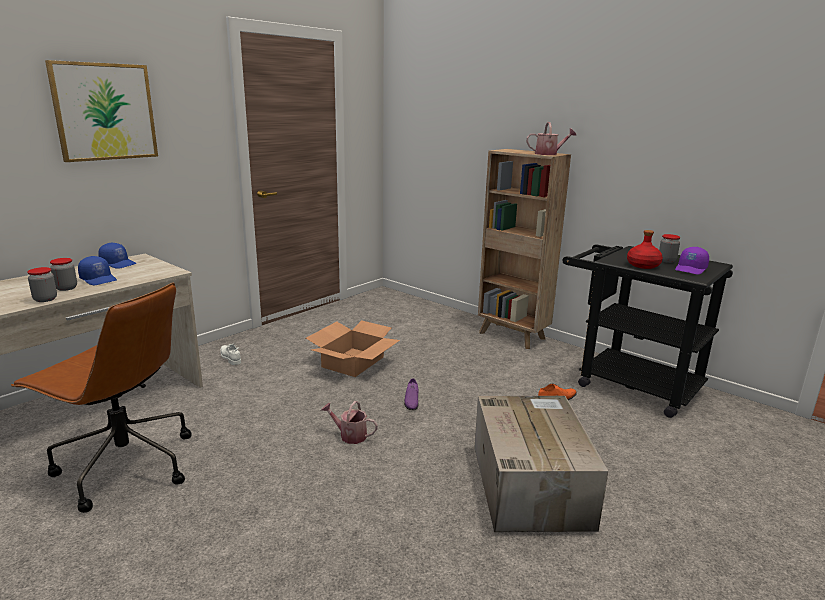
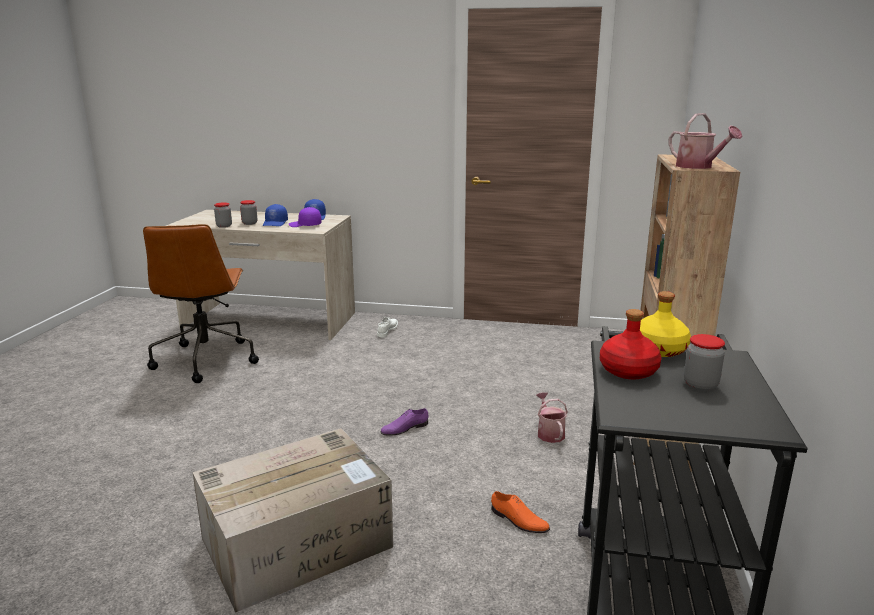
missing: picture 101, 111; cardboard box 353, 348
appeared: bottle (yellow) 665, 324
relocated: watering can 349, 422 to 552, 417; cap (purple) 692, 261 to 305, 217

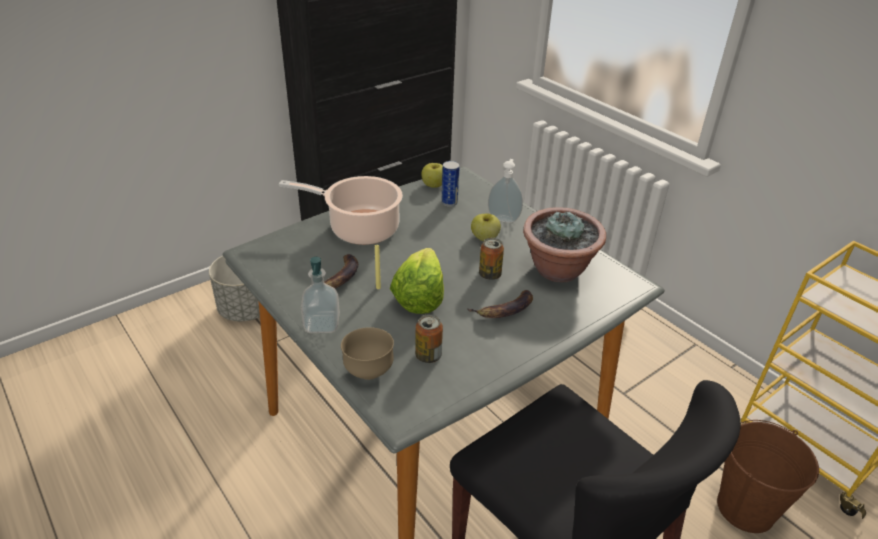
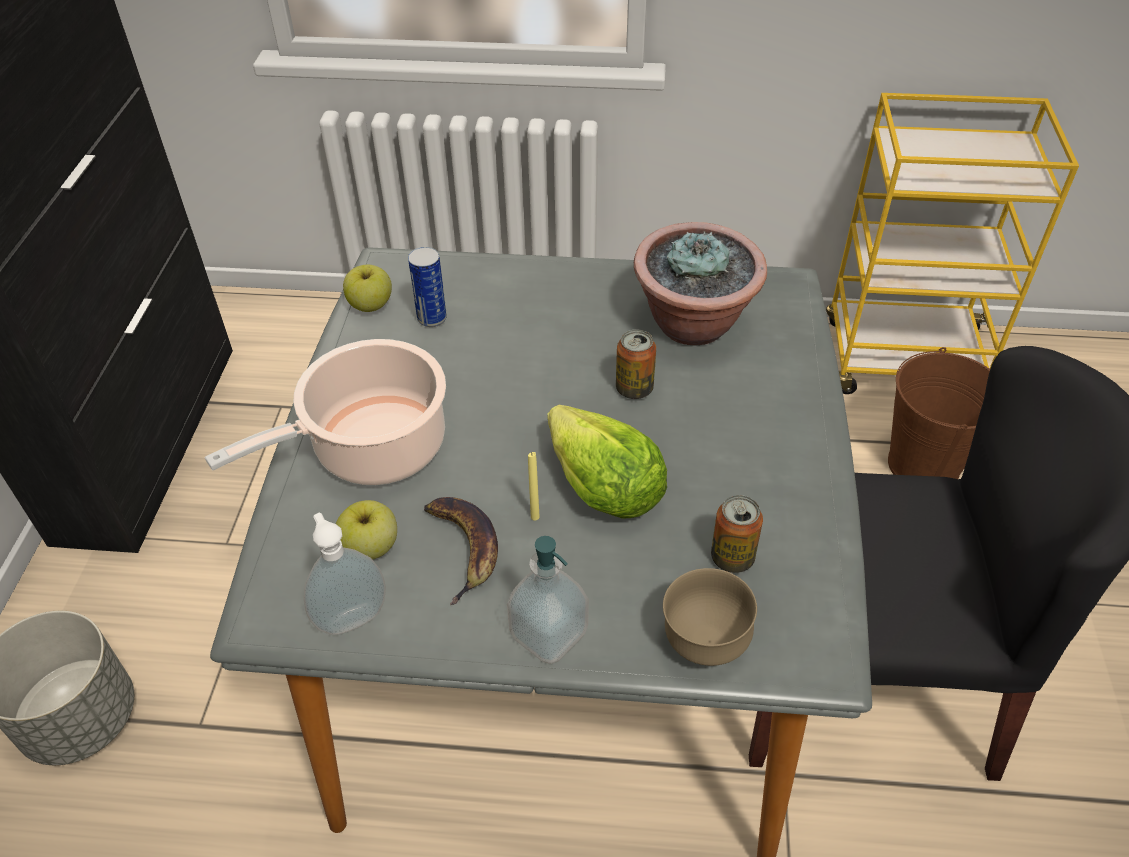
missing: banana 500, 304
relocated: apple 486, 227 to 366, 530; soap dispenser 505, 191 to 345, 573

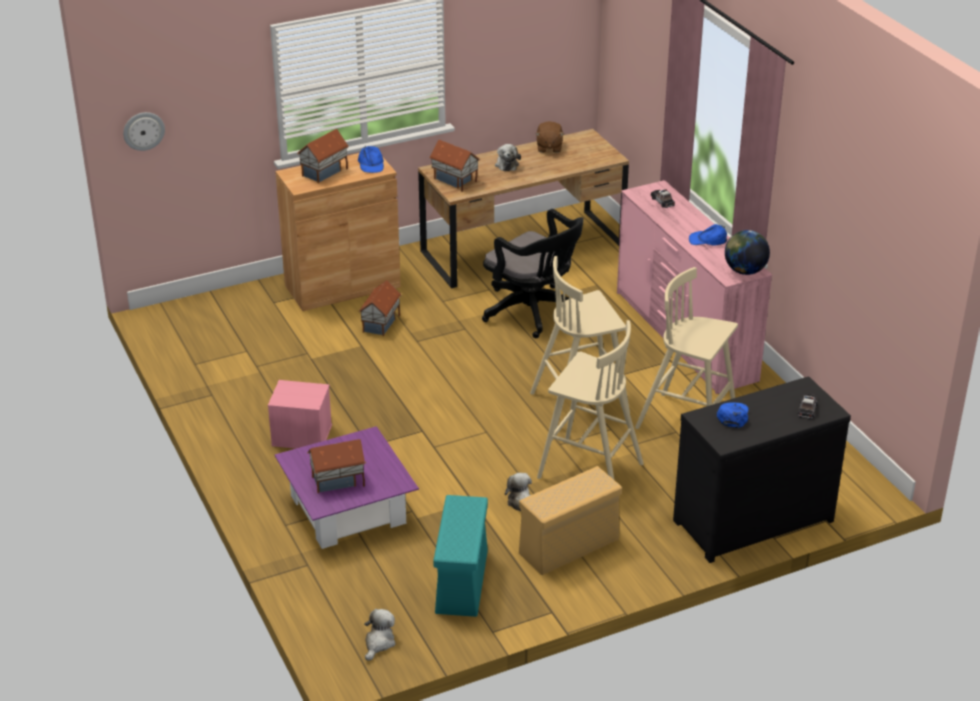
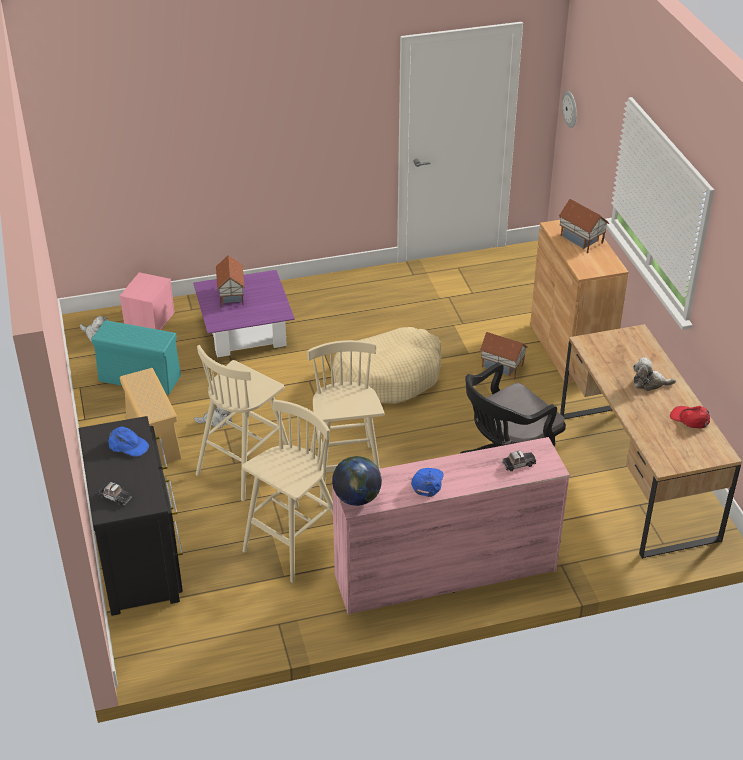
missing: cap (blue) 371, 159; toy house 454, 166
appeared: dog bed (beige) 387, 365
relocated: storage box (pink) 300, 414 to 147, 301
exchanged: plush toy (brown) 549, 137 to cap (red) 690, 417

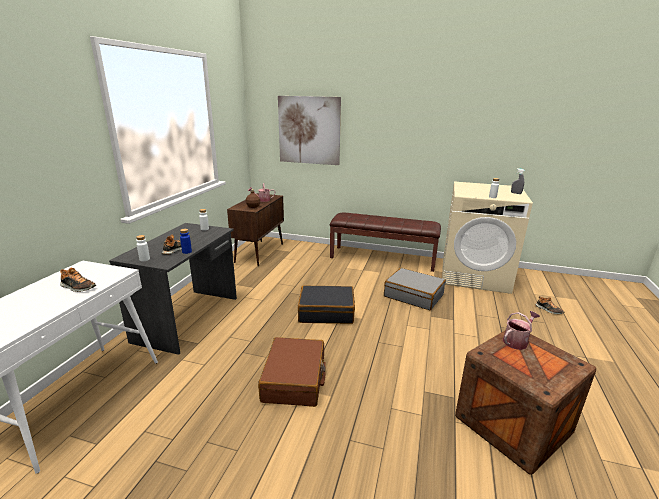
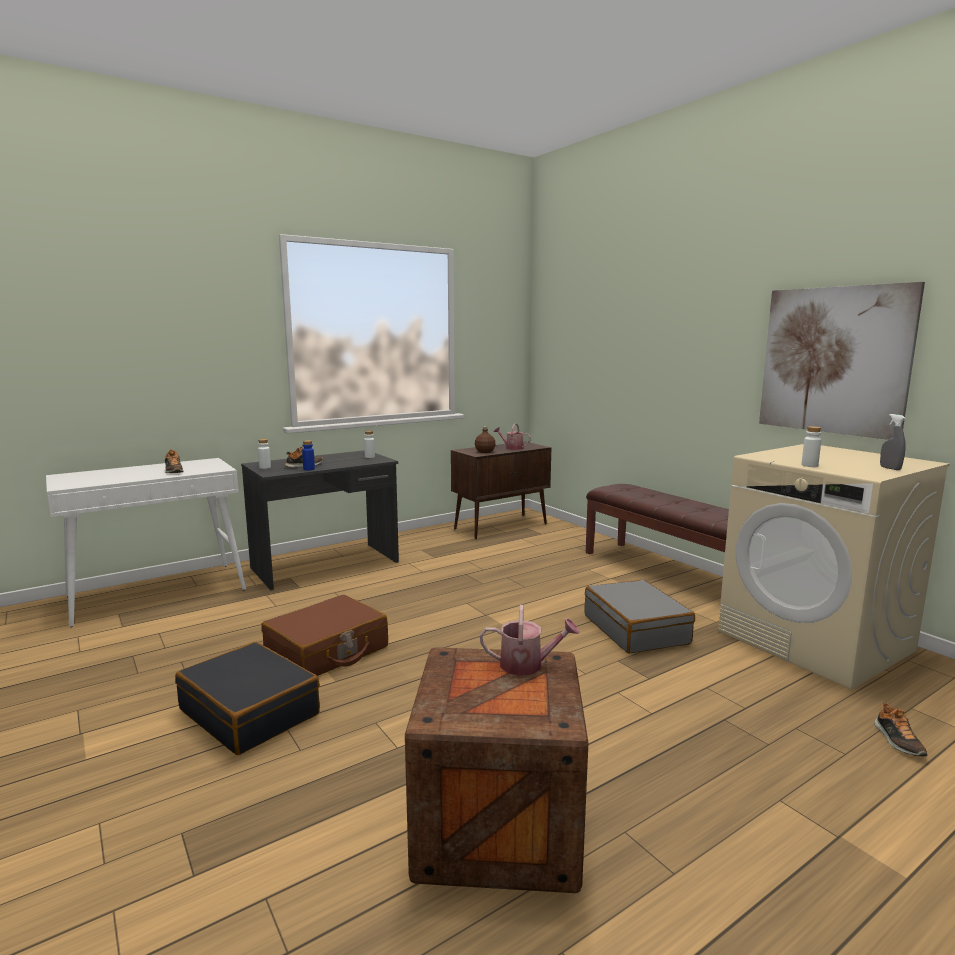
relocated: picture 309, 130 to 842, 361; suitcase (black) 326, 304 to 247, 698

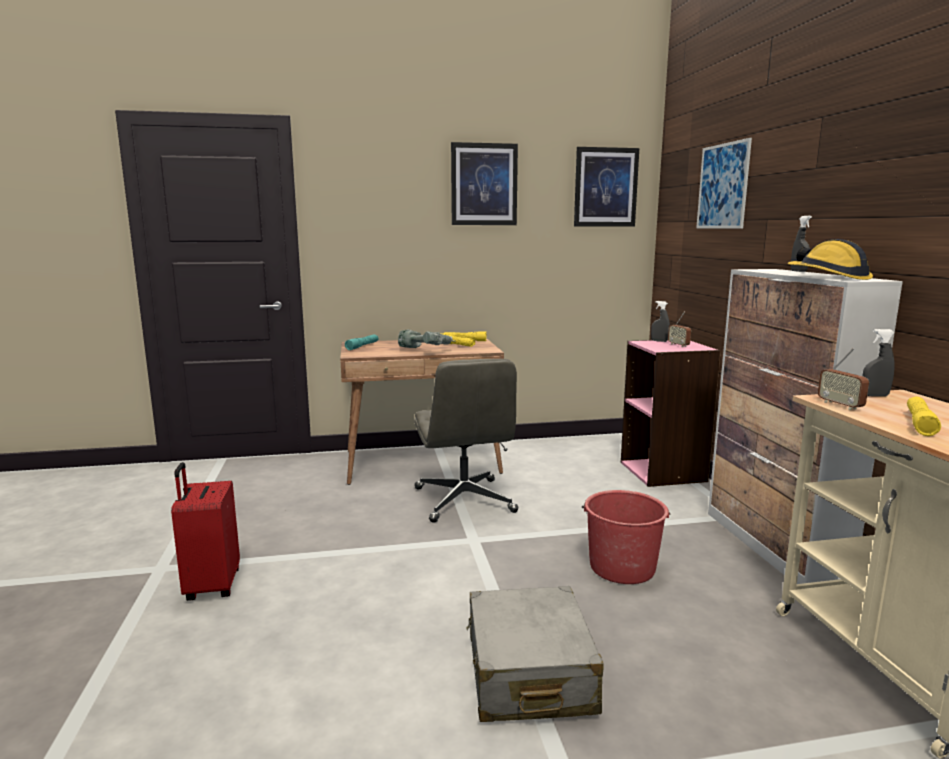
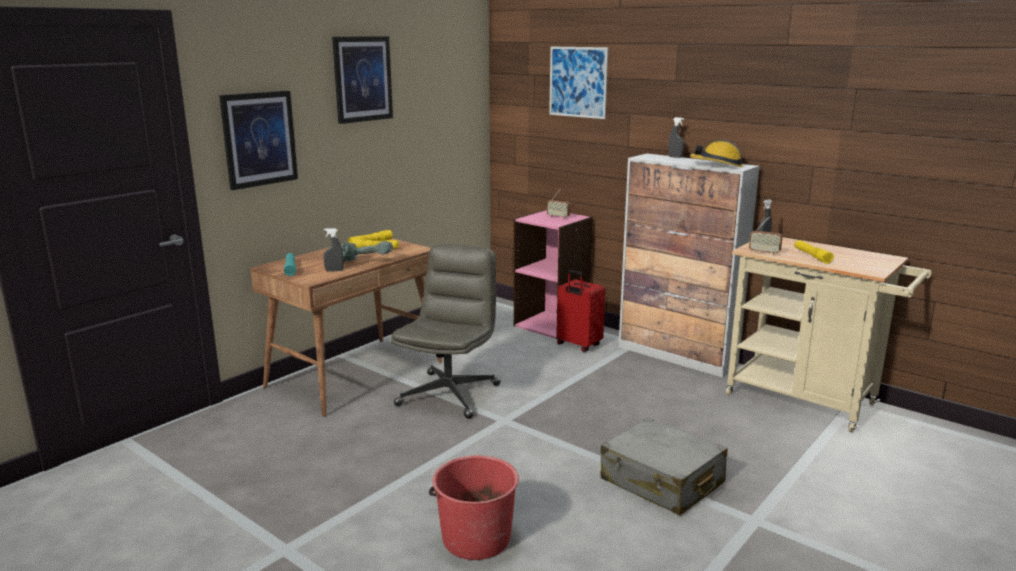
relocated: suitcase (red) 205, 531 to 581, 311; picture 606, 187 to 258, 140; bucket (red) 626, 537 to 474, 507; spray bottle (grey) 660, 321 to 333, 250
spun: office chair (grey) 466, 441 = 446, 331 105 degrees counterclockwise

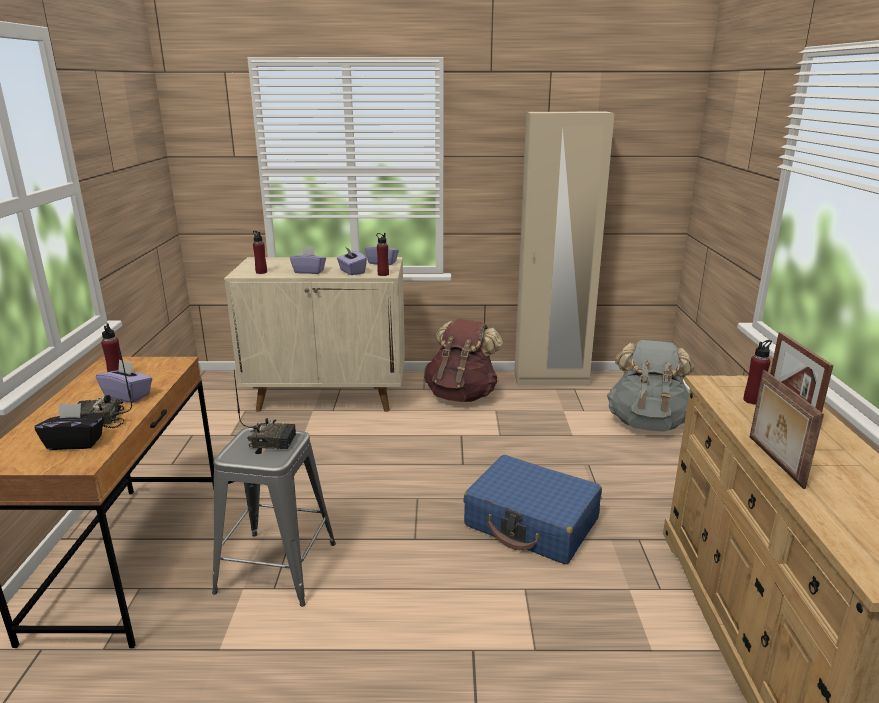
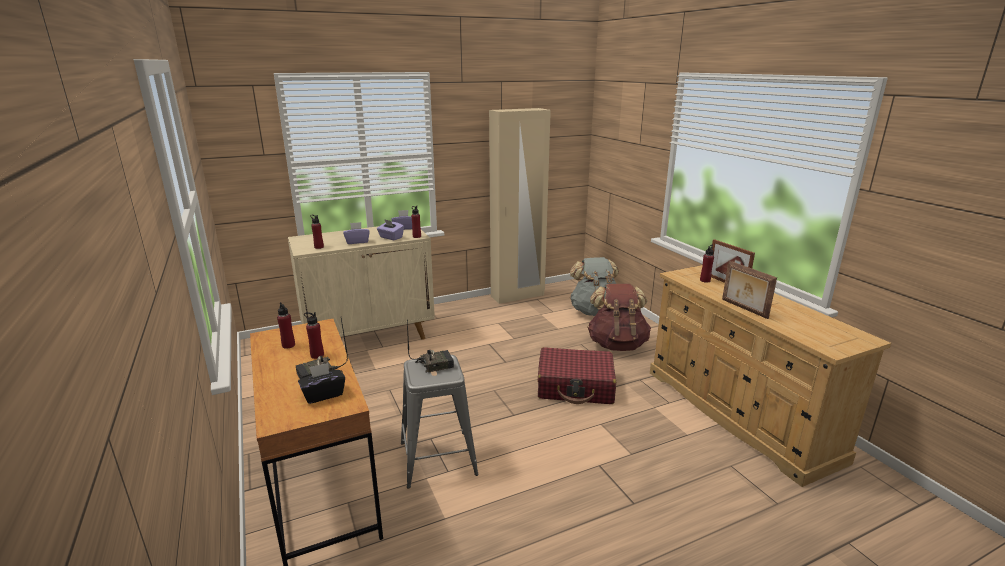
relocated: backpack (brown) 463, 360 to 619, 317
exchanged: tissue box (purple) 124, 381 to bottle (red) 314, 335
colour: suitcase (blue) 532, 509 to suitcase (red) 577, 375

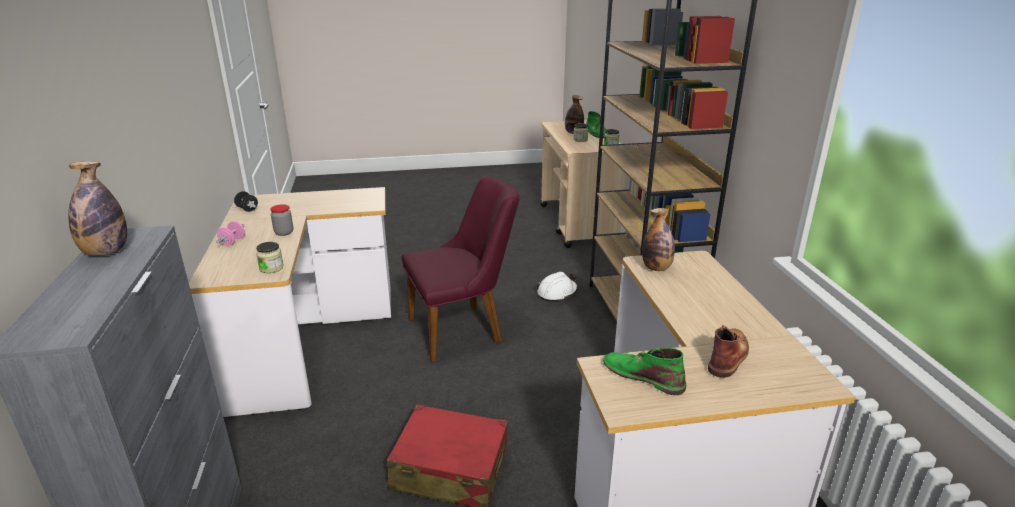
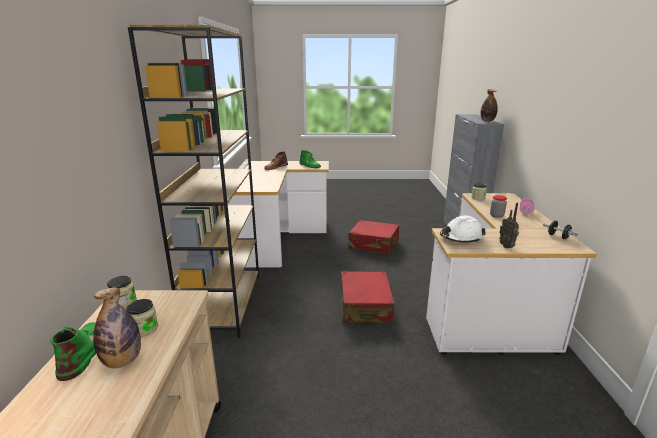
missing: bottle 658, 239
appeared: radio 509, 225
relocated: hard hat (white) 557, 286 to 463, 229
exchanged: chair (purple) 460, 269 to suitcase (red) 368, 297

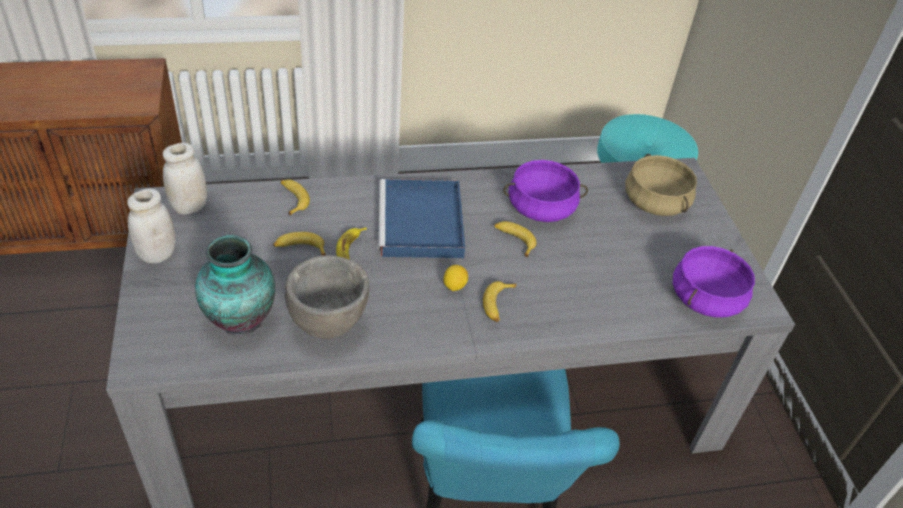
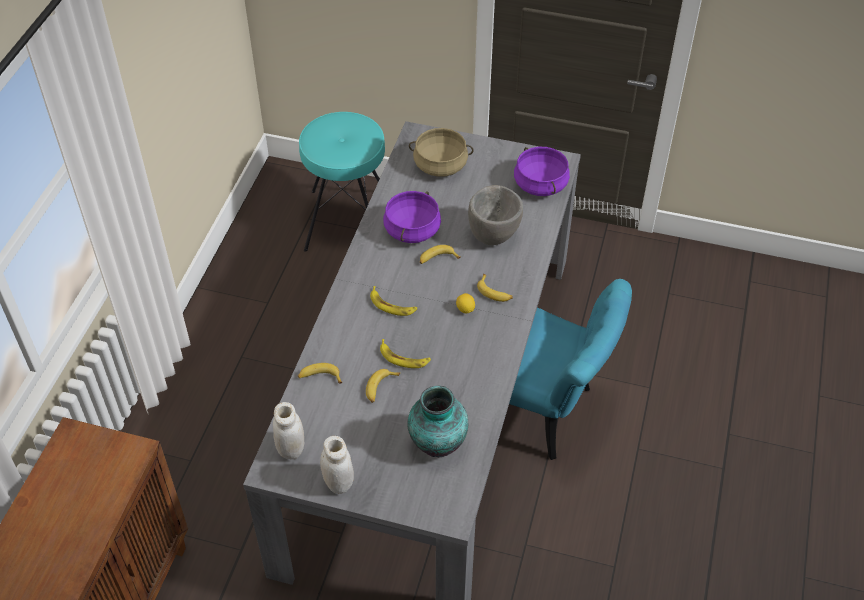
relocated: bowl (grey) 327, 297 to 495, 215
exchanged: tray (blue) 421, 218 to banana 393, 301

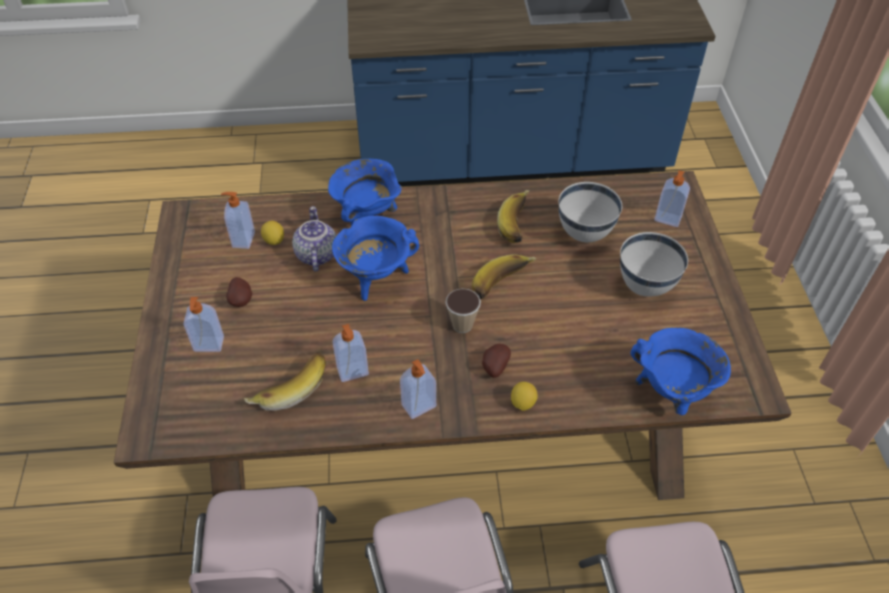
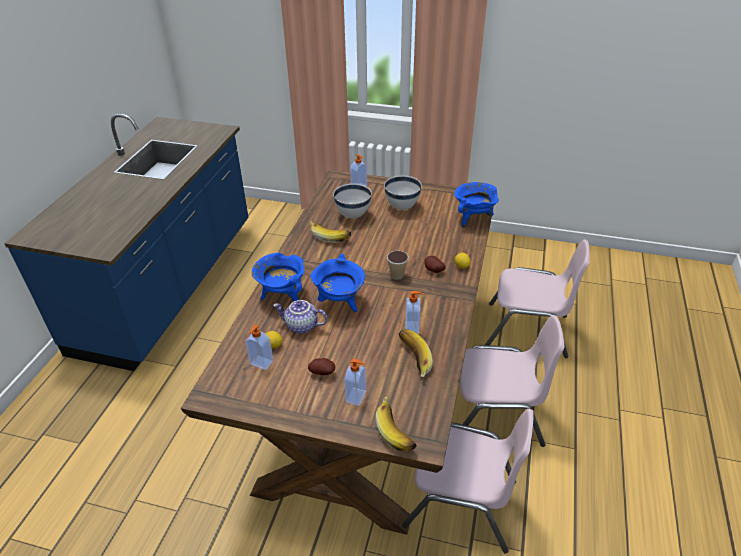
missing: soap dispenser 418, 389
relocated: banana 504, 276 to 396, 423

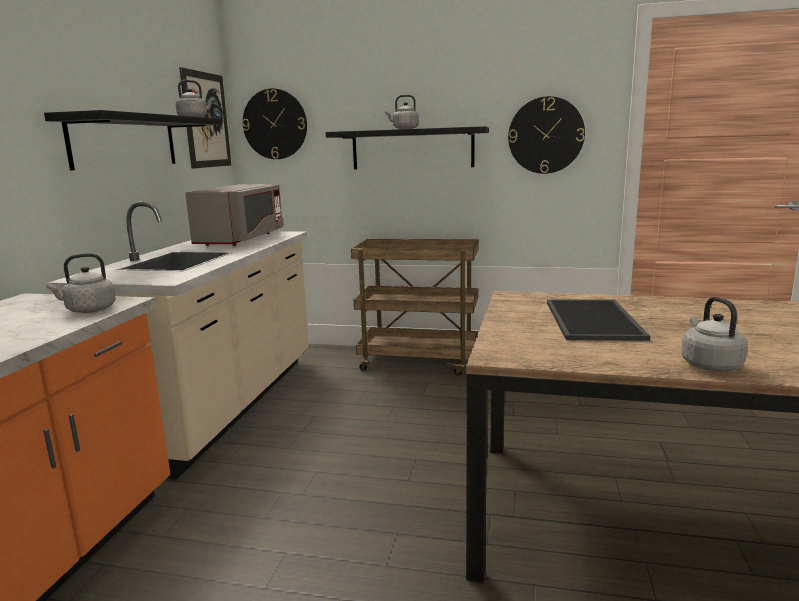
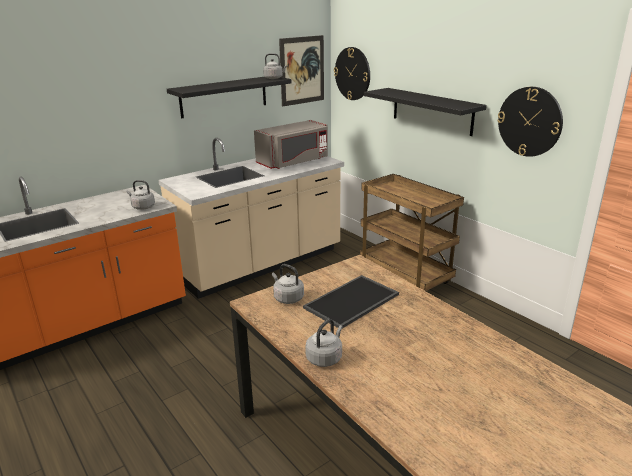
relocated: kettle (grey) 402, 112 to 288, 284

